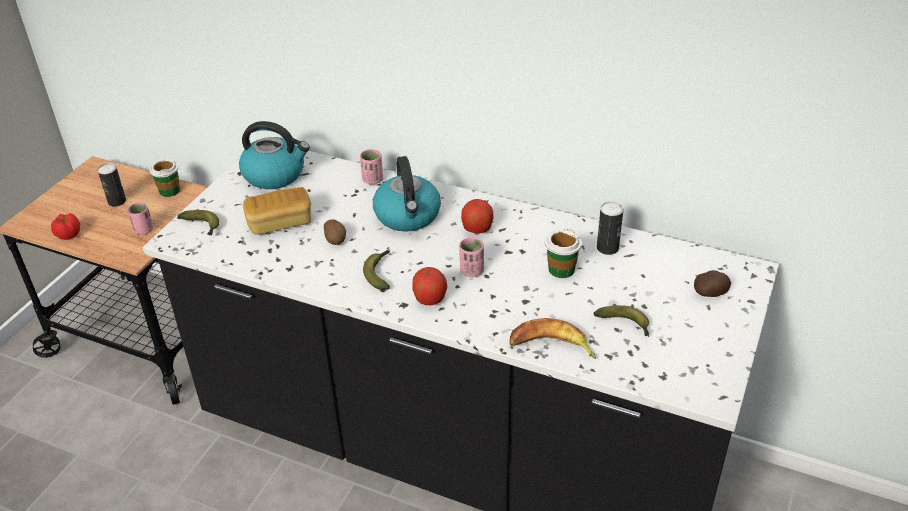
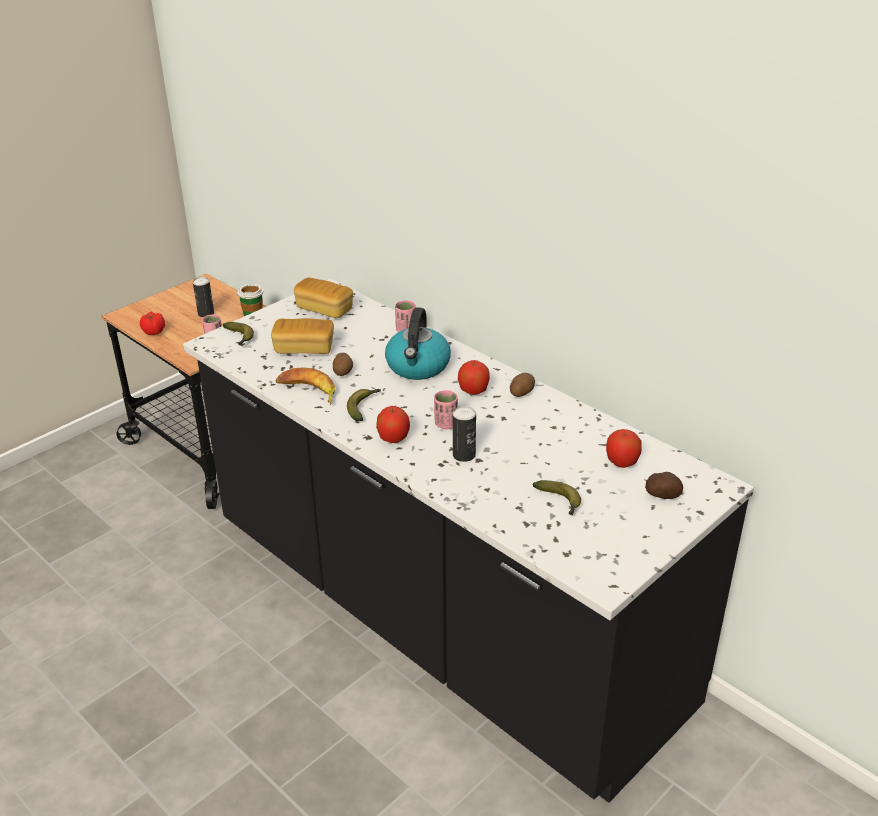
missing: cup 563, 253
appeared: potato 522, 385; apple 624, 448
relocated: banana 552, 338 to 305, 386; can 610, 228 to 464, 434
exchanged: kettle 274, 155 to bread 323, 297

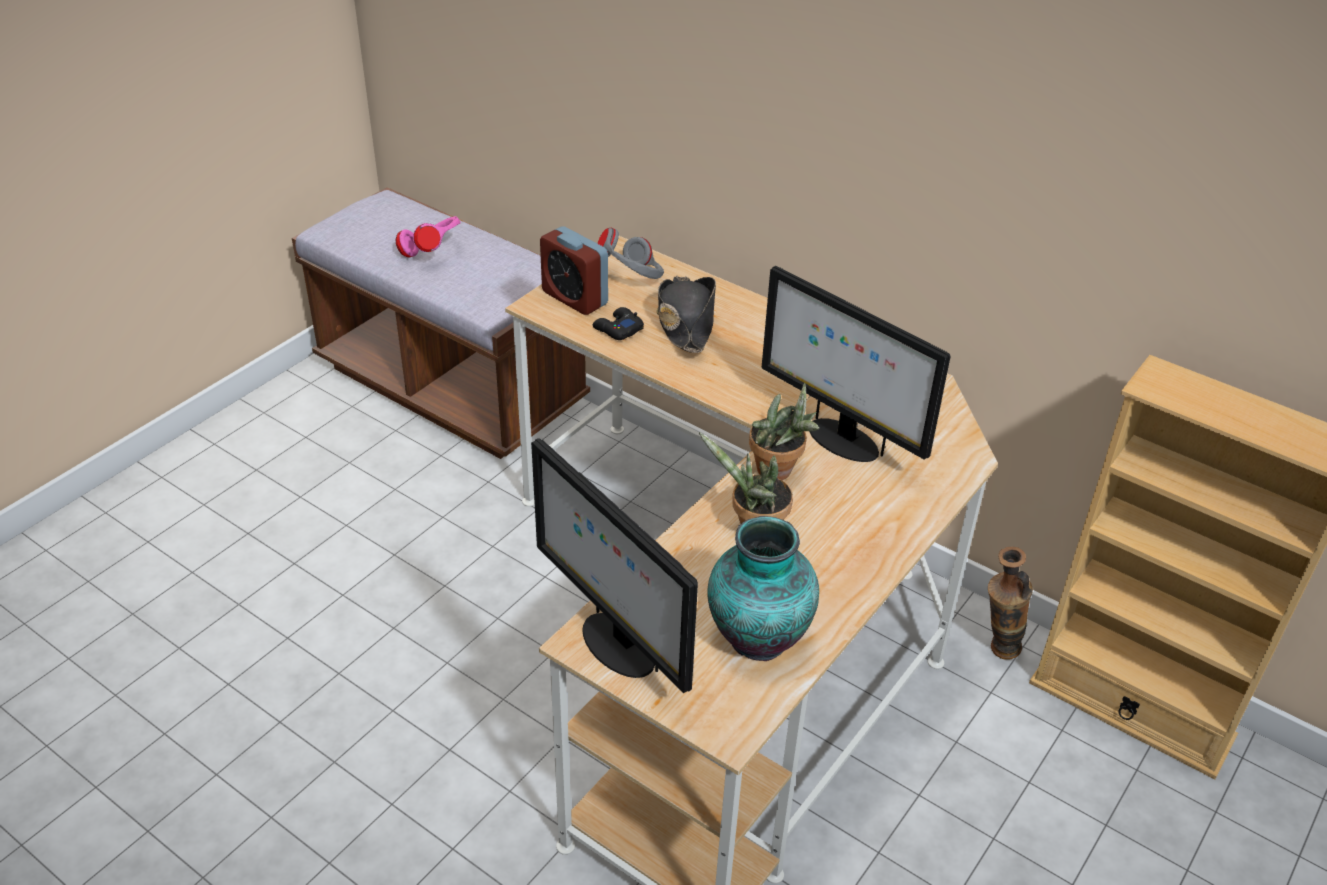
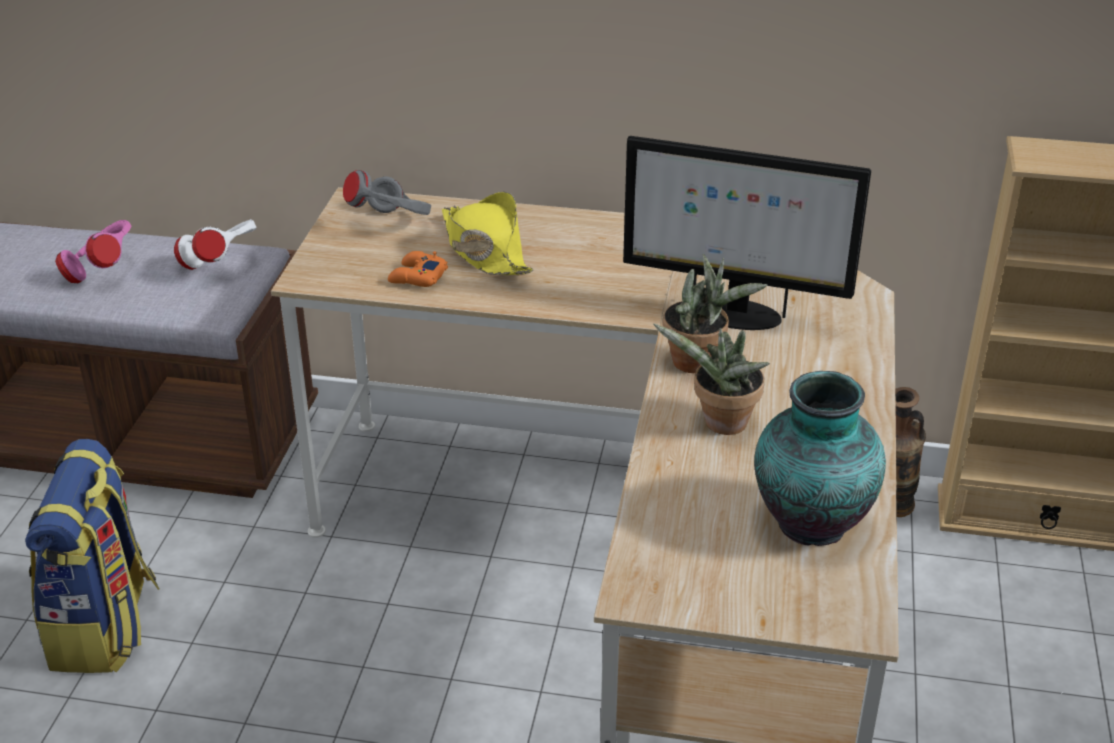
missing: monitor 614, 565; alarm clock 574, 270
appeared: backpack 92, 556; headphones (white) 215, 244
colour: game controller (black) 618, 323 to game controller (orange) 418, 269; hat (black) 686, 314 to hat (yellow) 487, 233

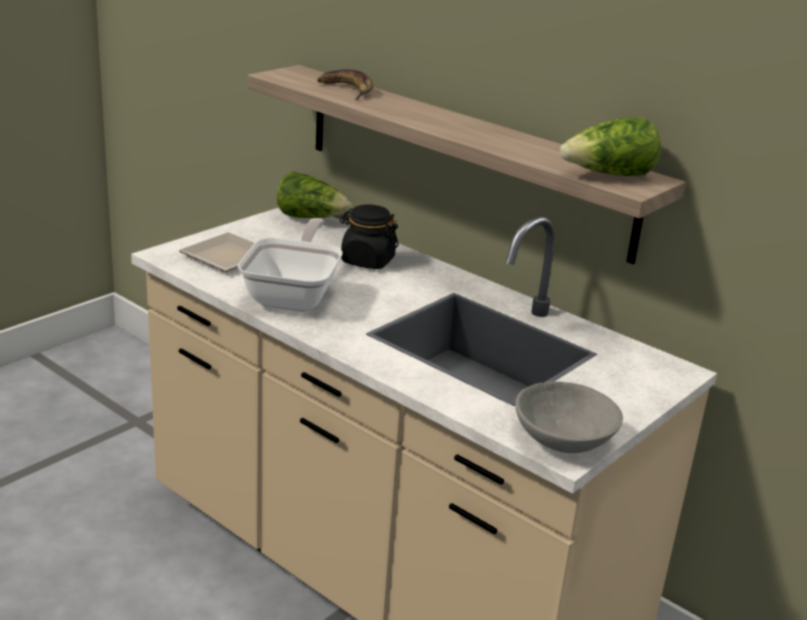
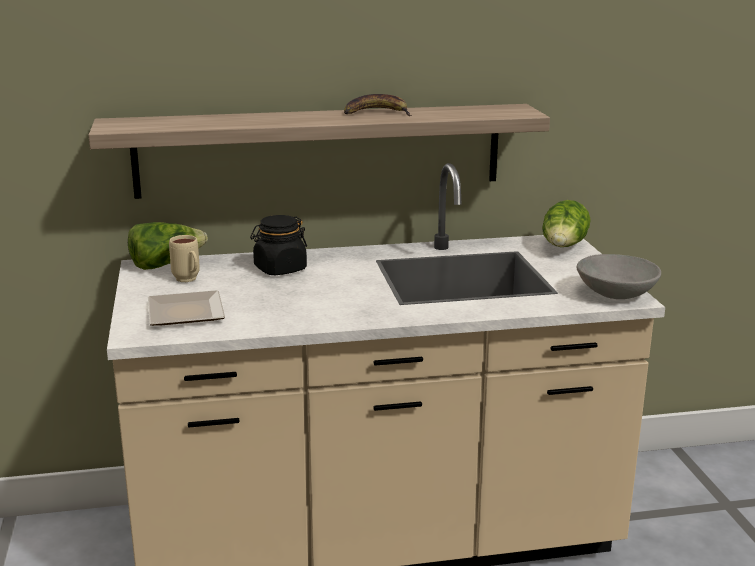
missing: frying pan 290, 265
appeared: mug (beige) 184, 258
relocated: banana 345, 85 to 377, 105; lettuce 610, 147 to 566, 223

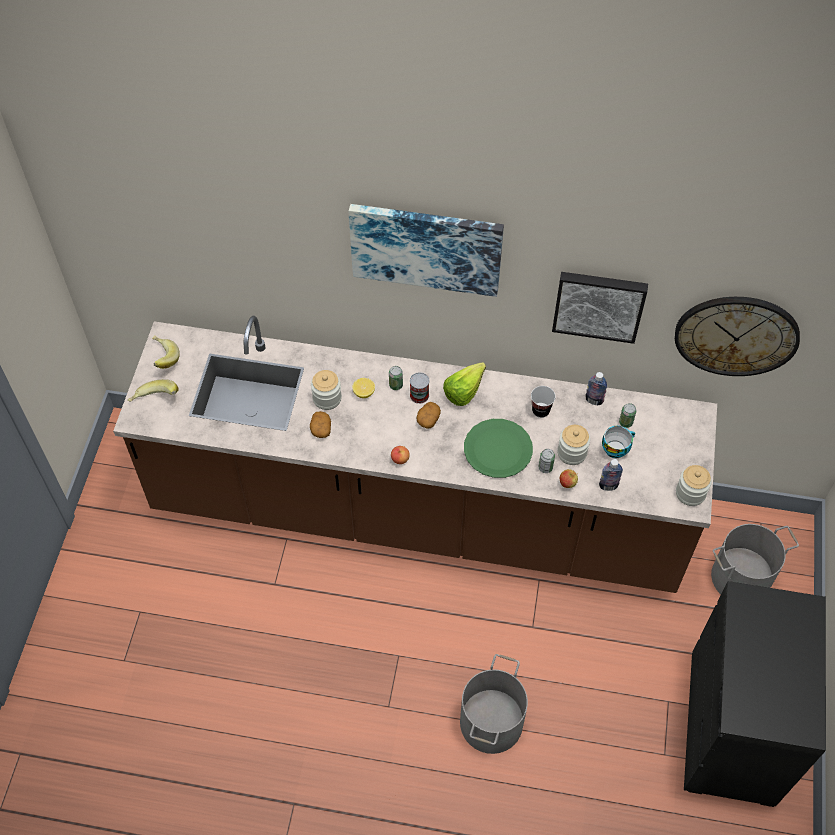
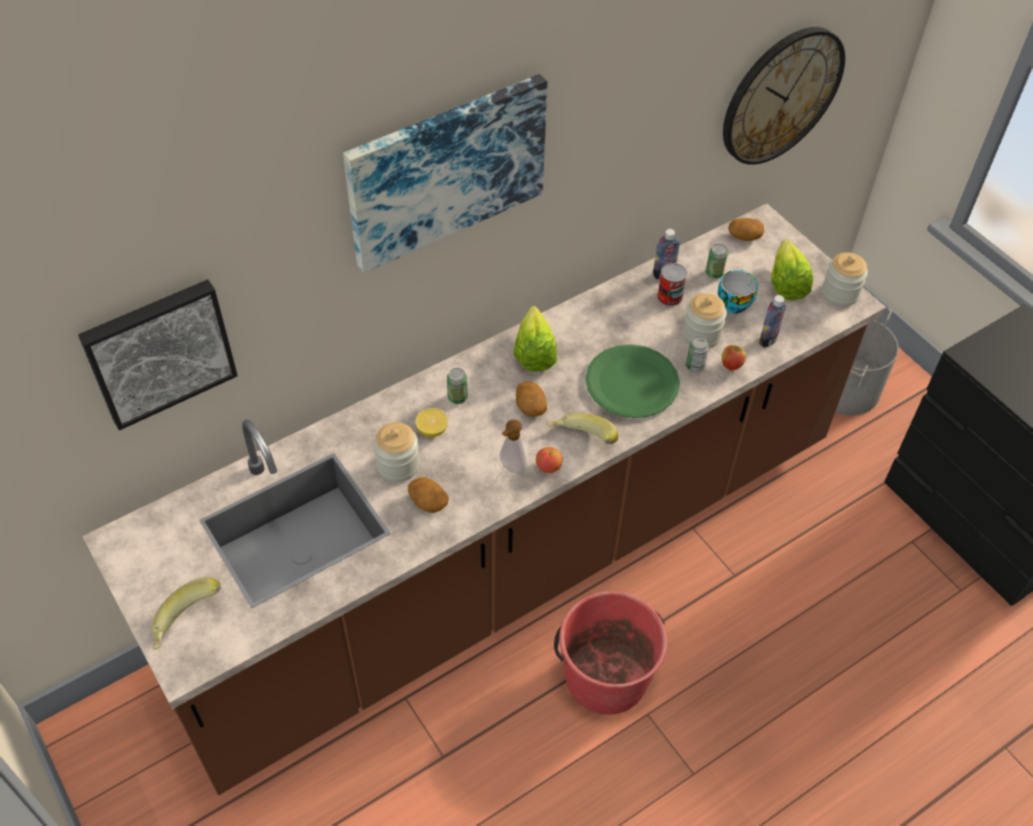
missing: bucket (grey) 494, 704; cup 543, 402
appeared: soap dispenser 513, 447; bucket (red) 610, 653; potato 746, 229; lettuce 792, 269
relocated: banana 166, 352 to 582, 428; can 419, 388 to 672, 284; picture 600, 308 to 158, 355

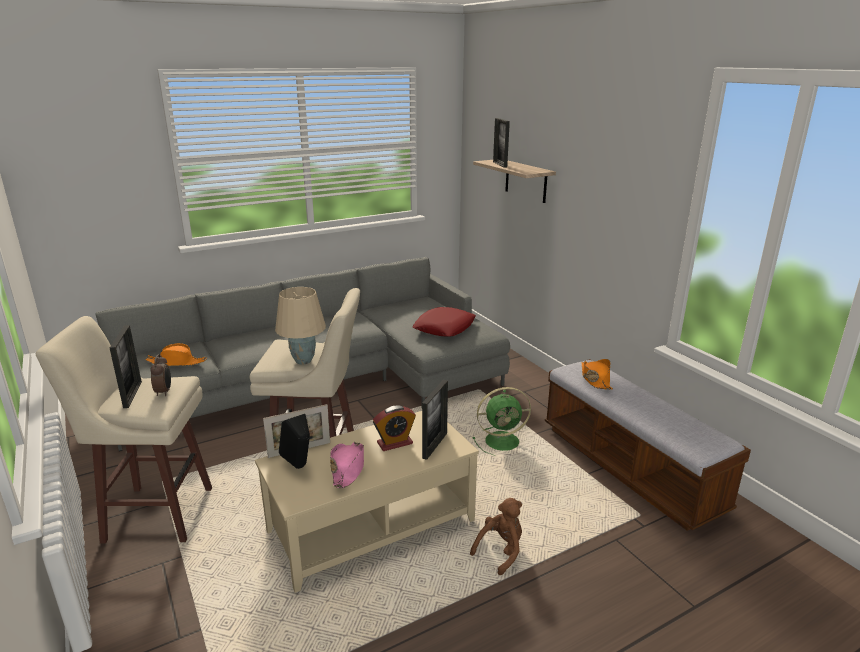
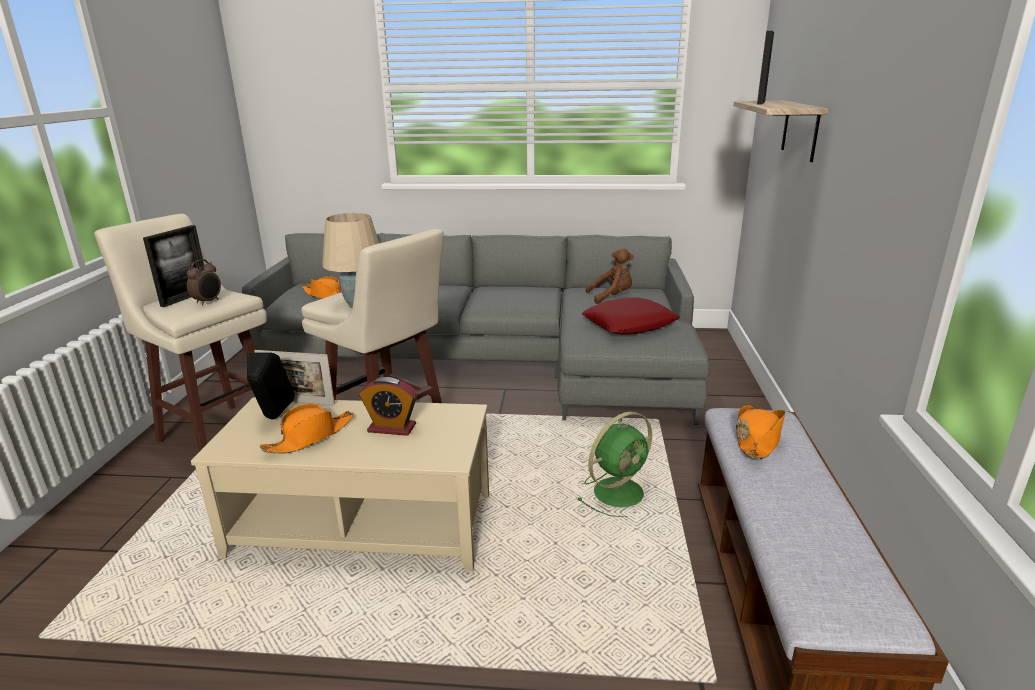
missing: picture frame 435, 420
relocated: plush toy (brown) 496, 536 to 610, 276
colour: hat (pink) 347, 465 to hat (orange) 307, 428
spun: fan (green) 502, 421 = 615, 464 60 degrees counterclockwise

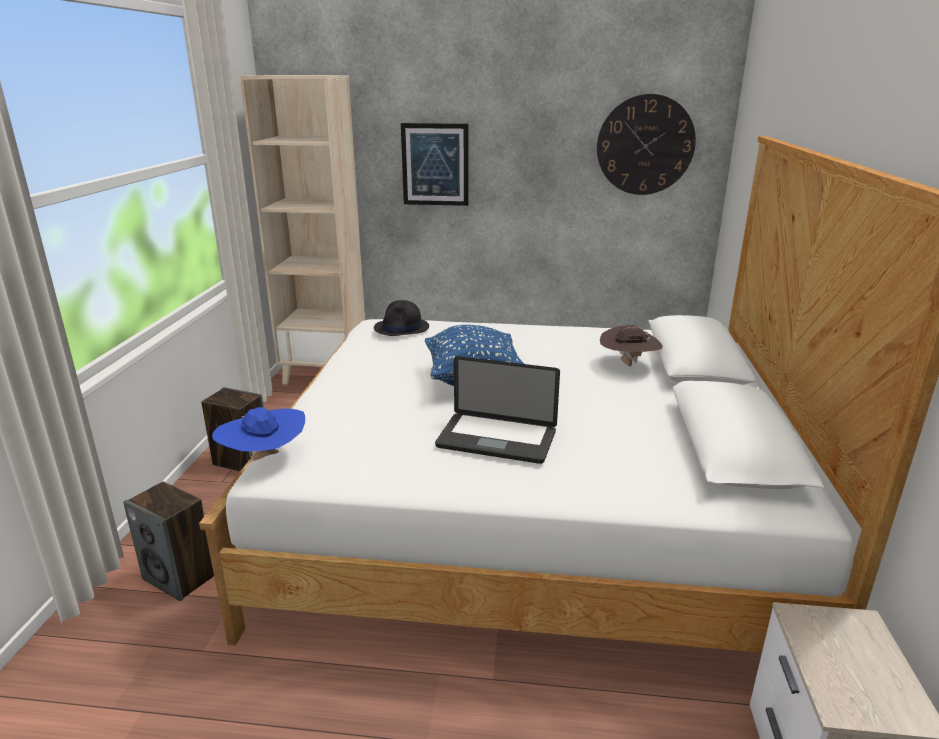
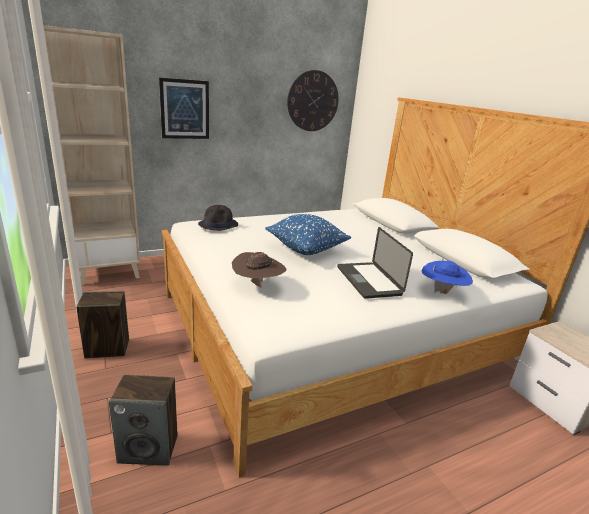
relocated: hat (blue) 258, 434 to 447, 277; hat (brown) 631, 345 to 259, 269
spun: laptop 497, 410 = 375, 263 90 degrees clockwise

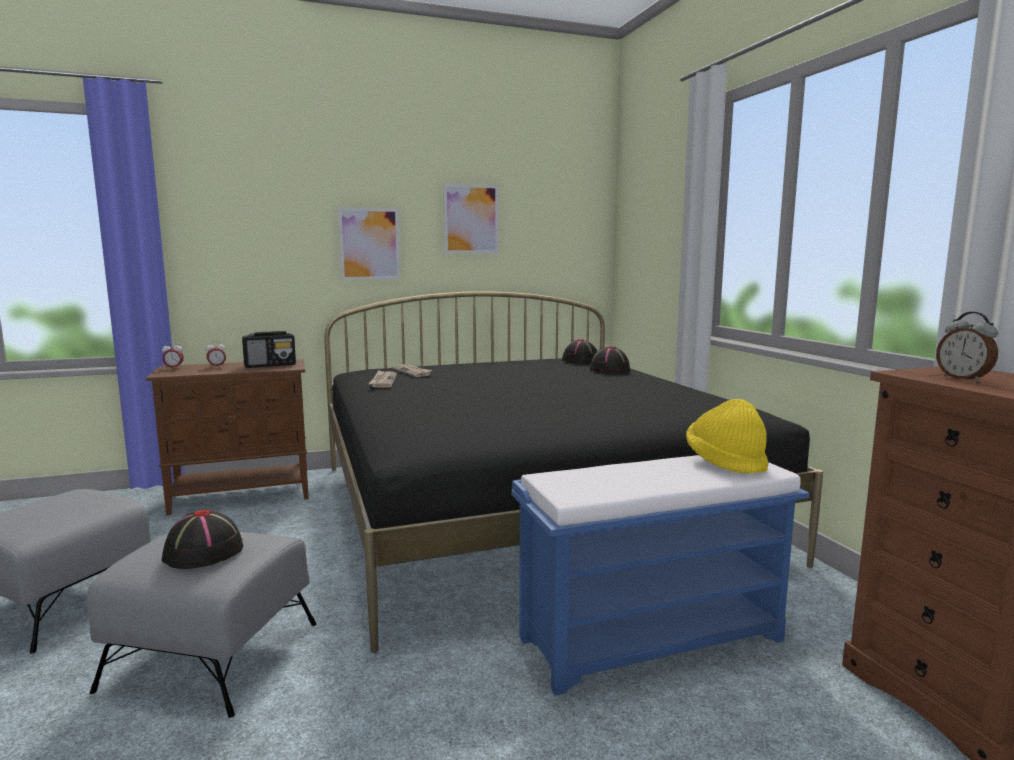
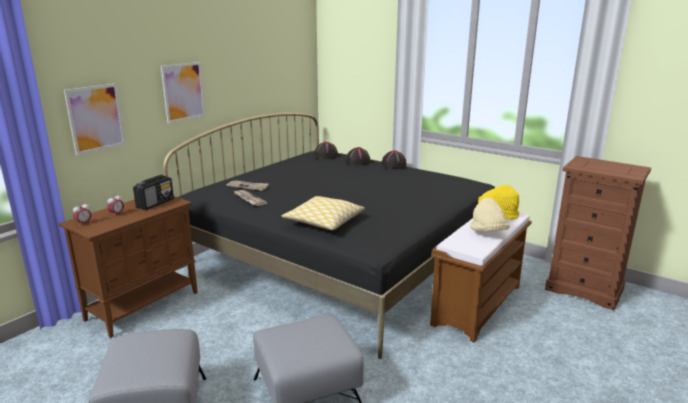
missing: alarm clock 967, 347
appeared: pillow 323, 213; hat (beige) 490, 214
relocated: hat (black) 202, 539 to 394, 159; picture 471, 218 to 95, 119
colour: bench (blue) 660, 575 to bench (brown) 481, 277

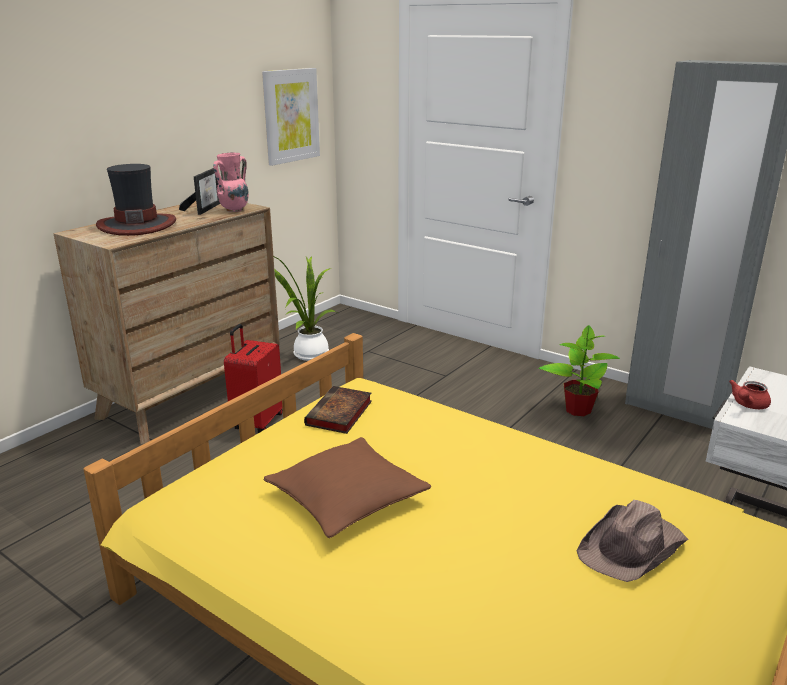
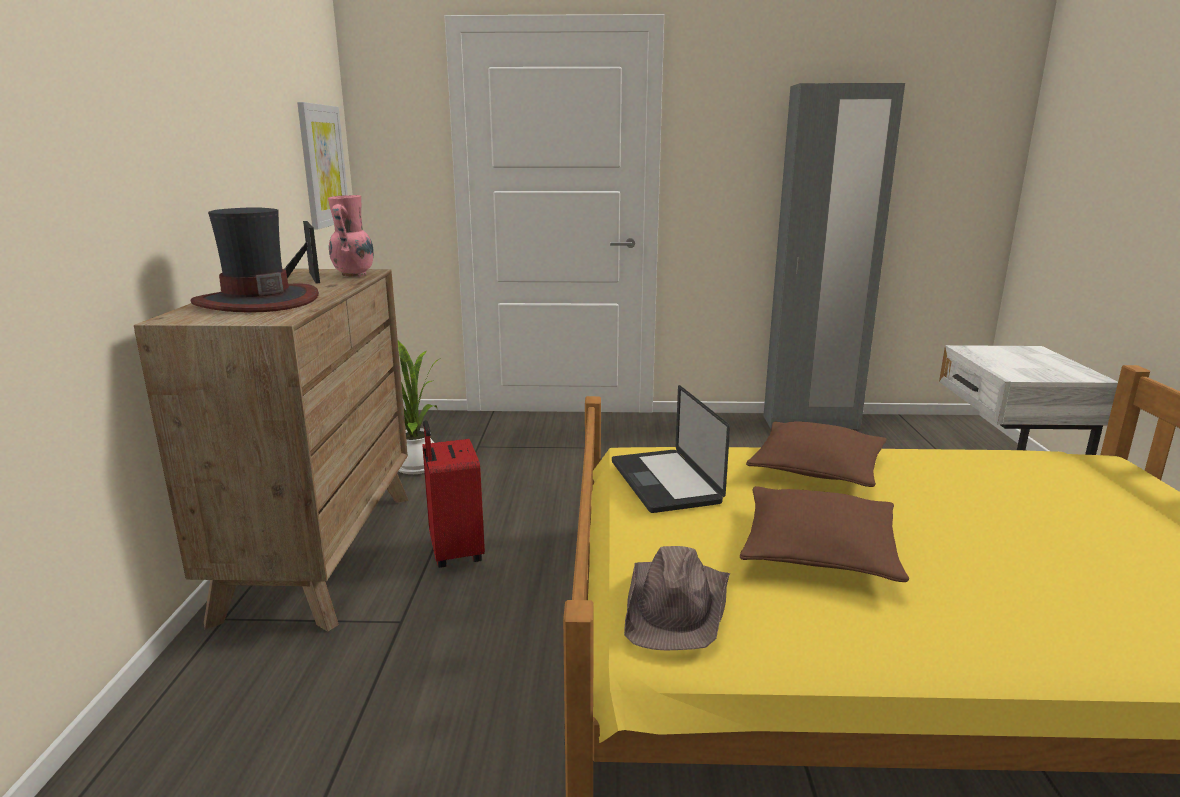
missing: potted plant 579, 370; teapot (red) 750, 394
appeared: pillow (brown) 816, 454
relocated: hat (brown) 632, 541 to 677, 598
exchanged: book 338, 410 to laptop 671, 449

